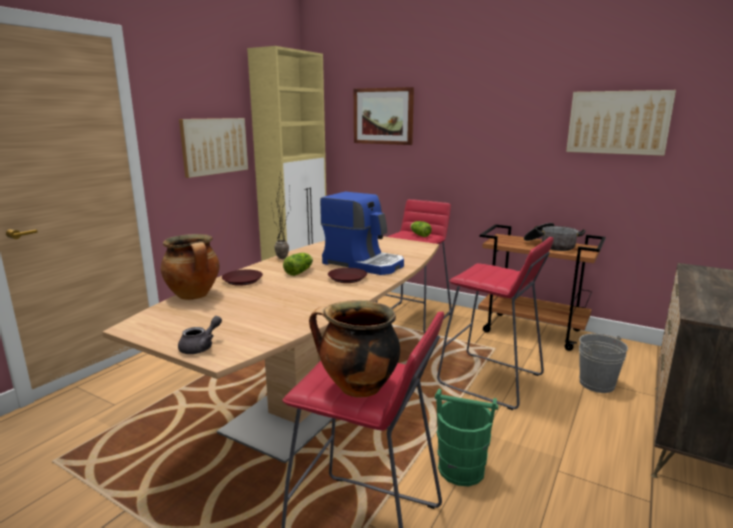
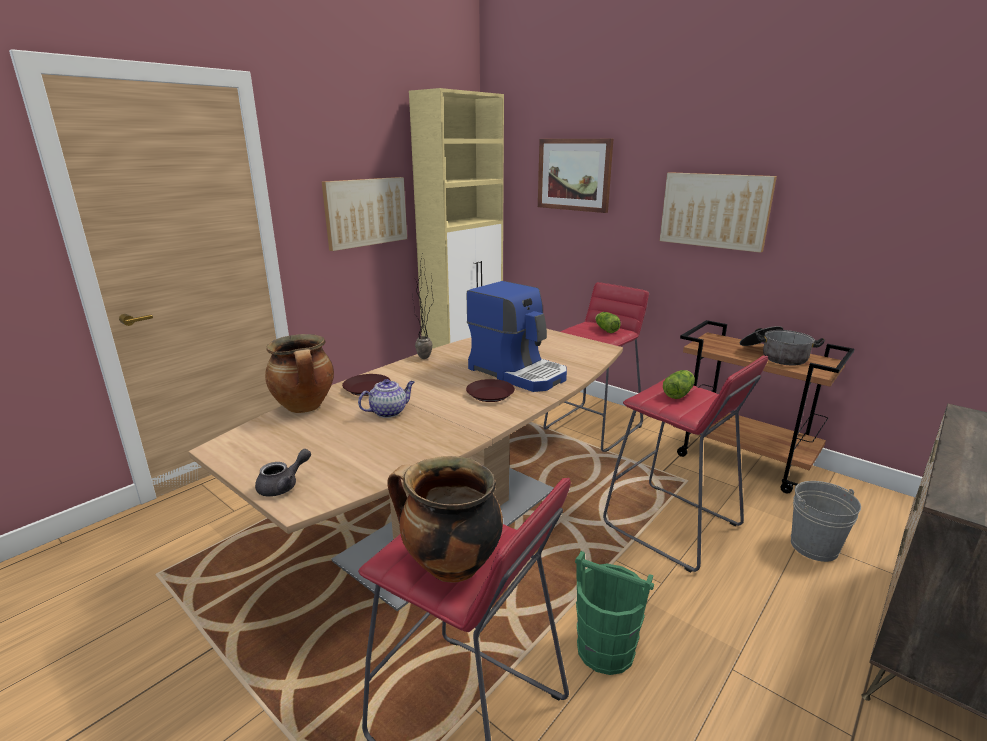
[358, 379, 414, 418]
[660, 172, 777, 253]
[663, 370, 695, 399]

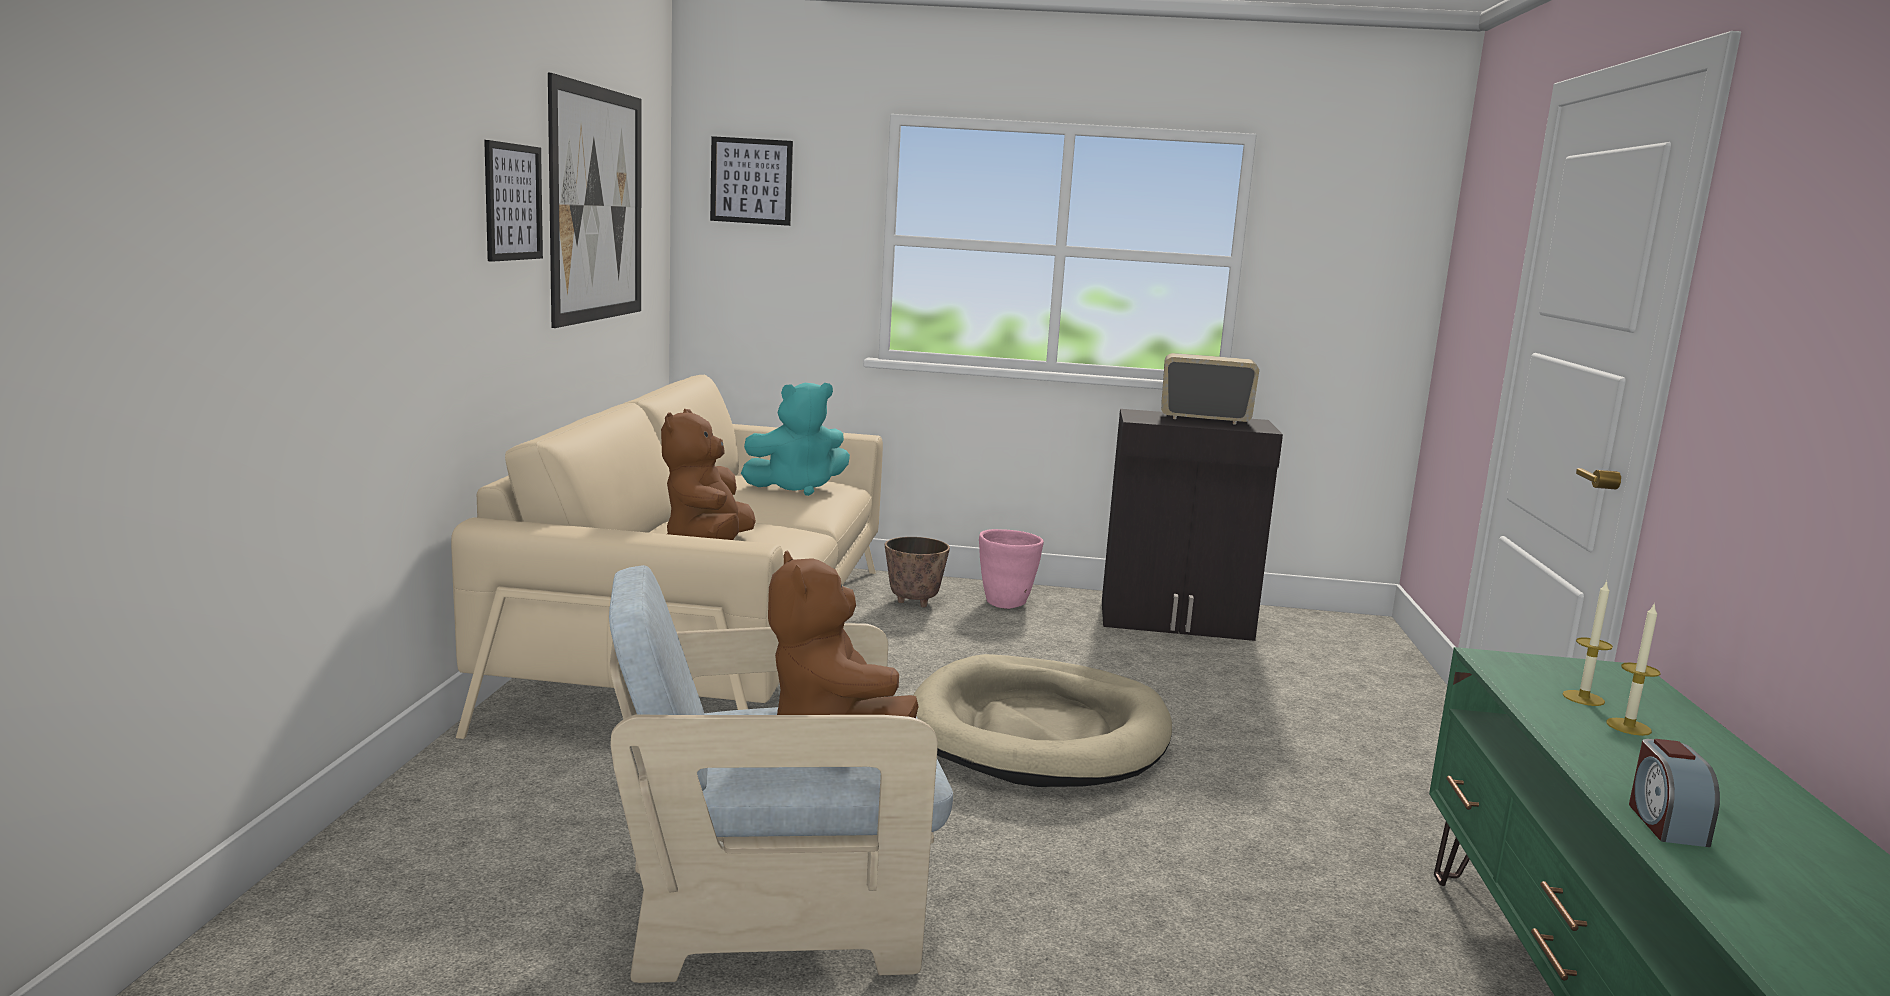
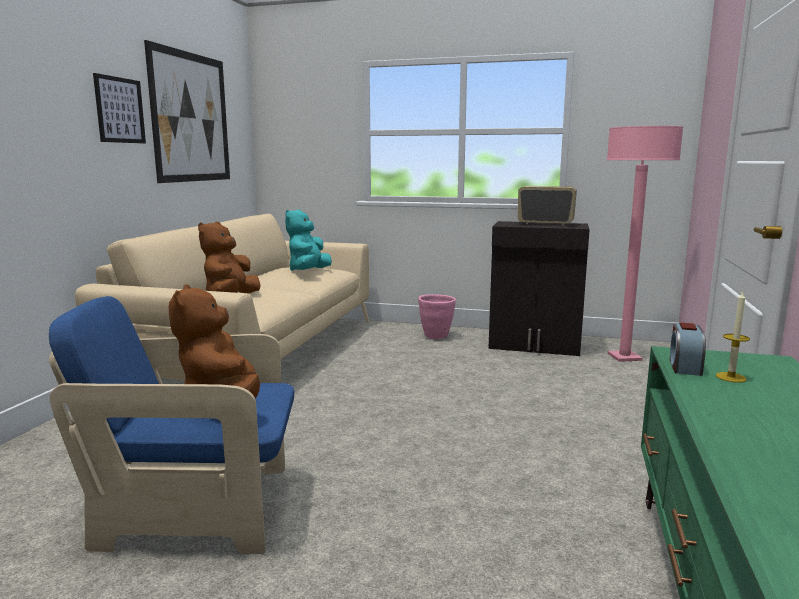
[49, 296, 294, 554]
[285, 209, 332, 271]
[607, 126, 683, 362]
[670, 323, 706, 376]
[710, 136, 793, 226] (first image)
[885, 537, 950, 607] (first image)
[913, 654, 1172, 787] (first image)
[1606, 602, 1660, 736] (first image)

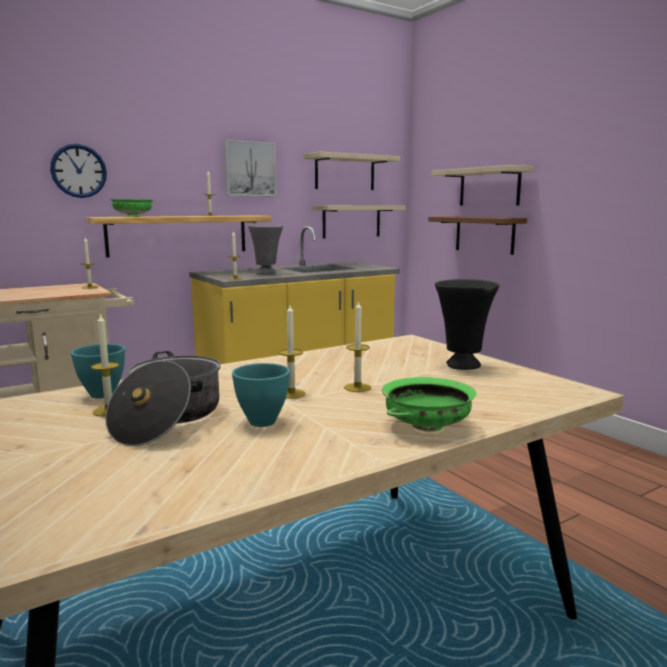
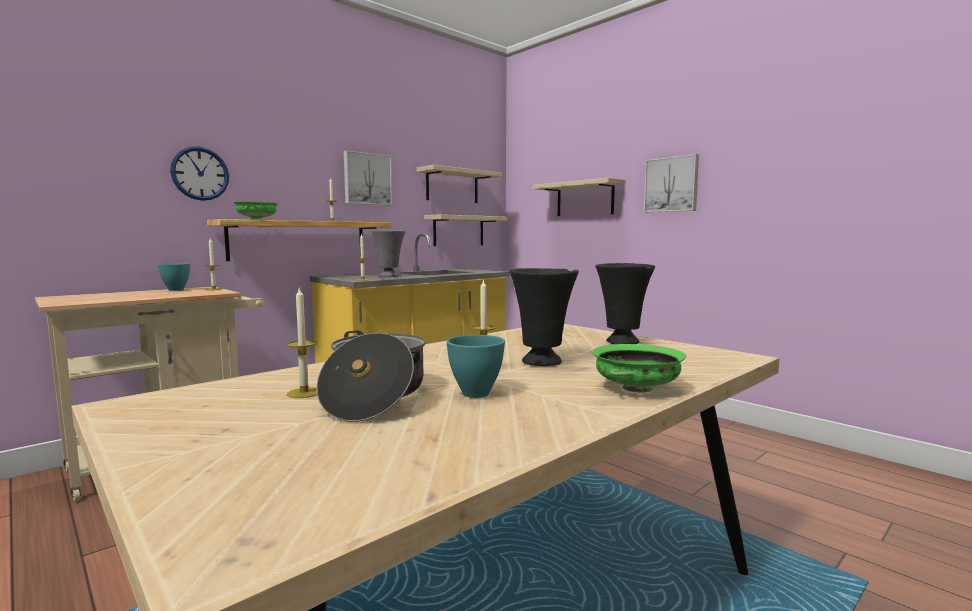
[158, 263, 190, 291]
[510, 268, 579, 366]
[644, 154, 699, 212]
[428, 216, 527, 255] (first image)

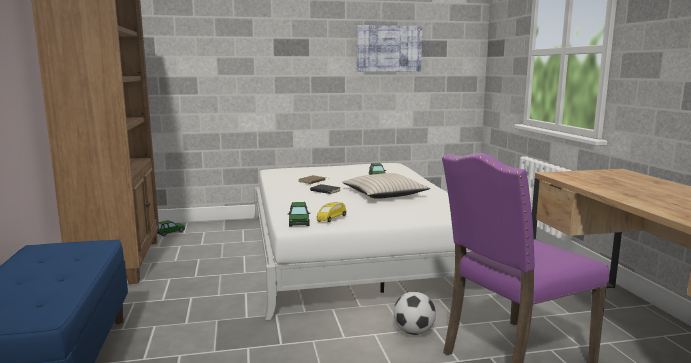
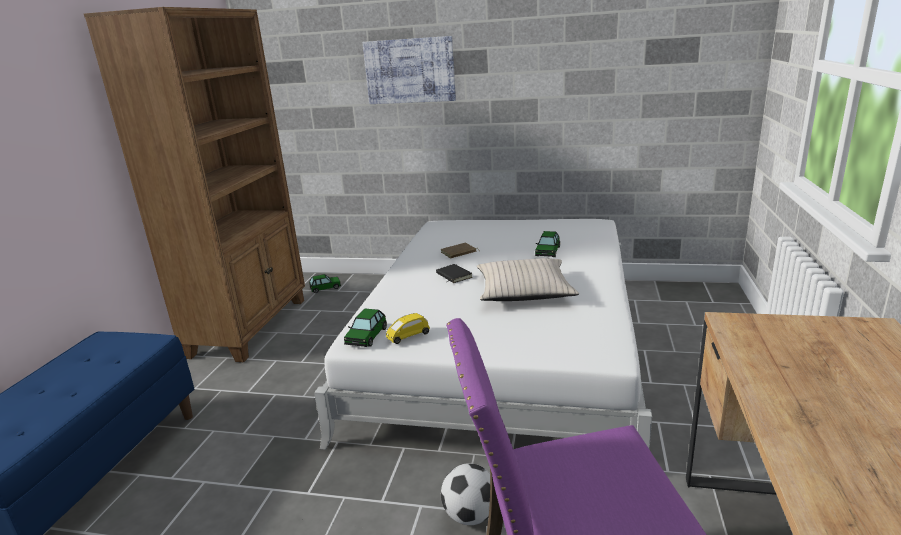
[363, 36, 456, 104]

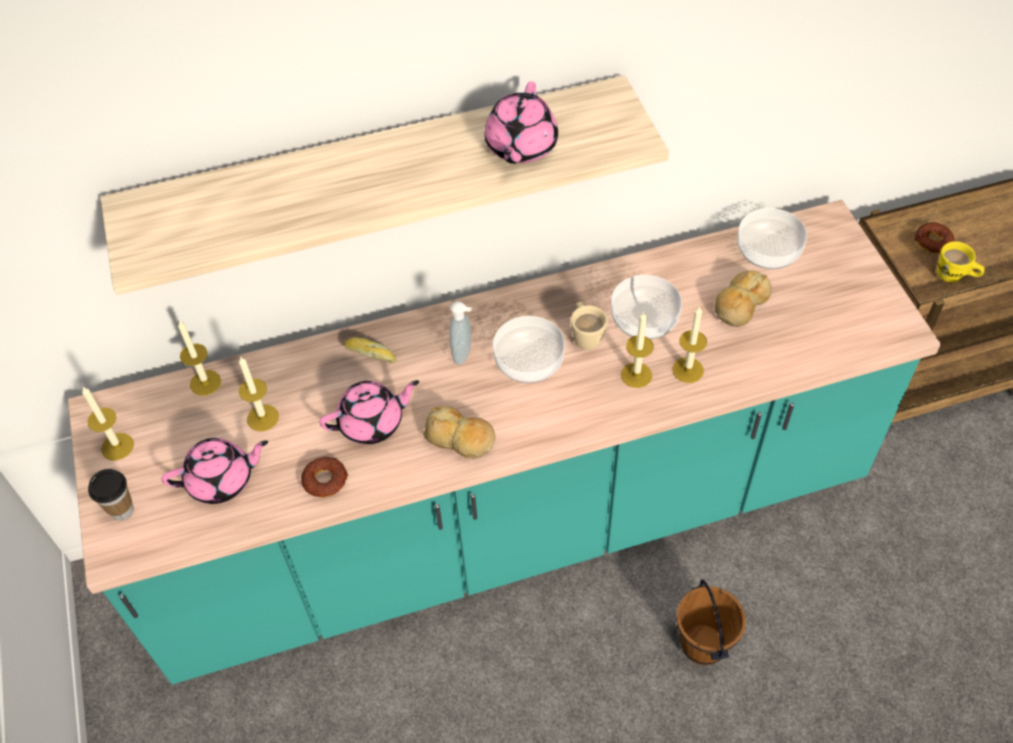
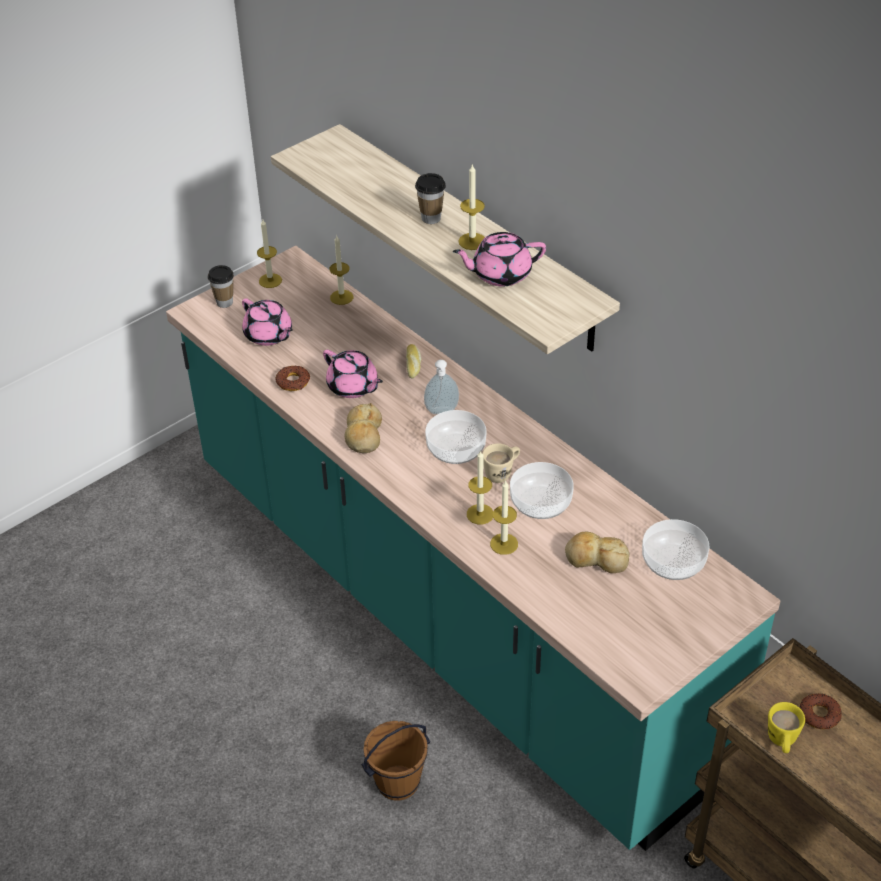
[415, 173, 446, 224]
[459, 164, 485, 250]

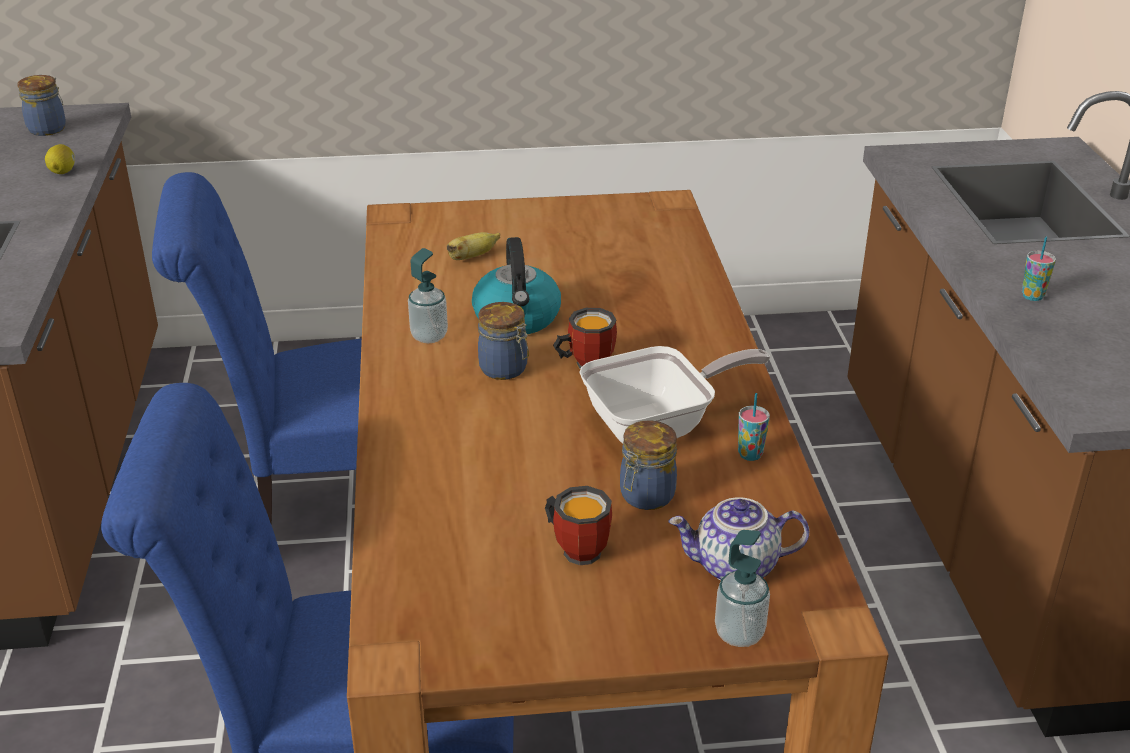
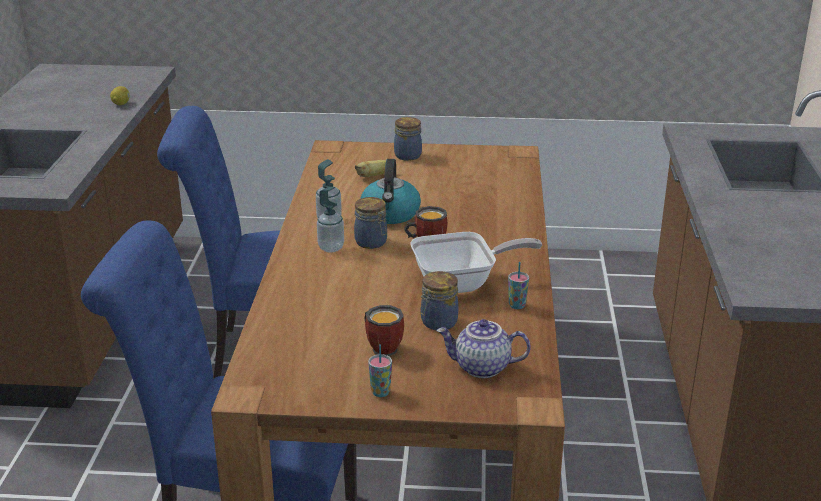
[317, 187, 344, 252]
[368, 344, 392, 397]
[394, 117, 422, 161]

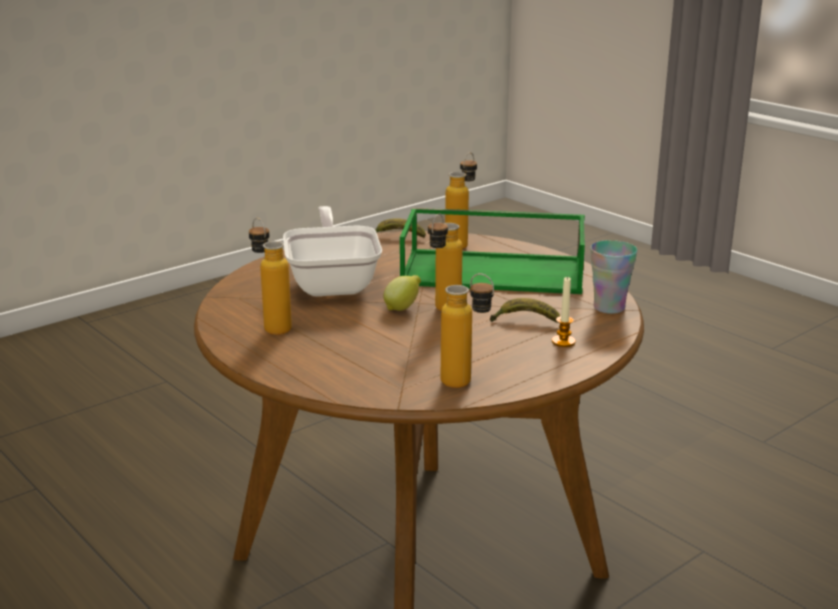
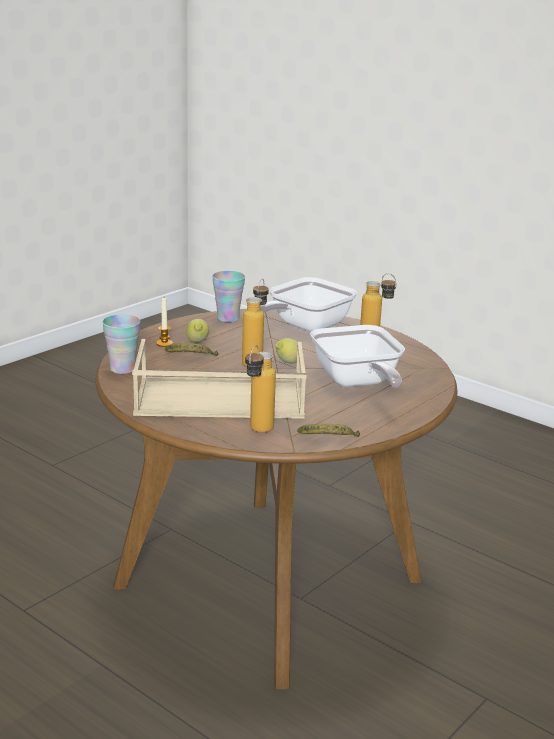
[132, 339, 307, 419]
[186, 319, 209, 342]
[212, 271, 245, 322]
[261, 277, 357, 332]

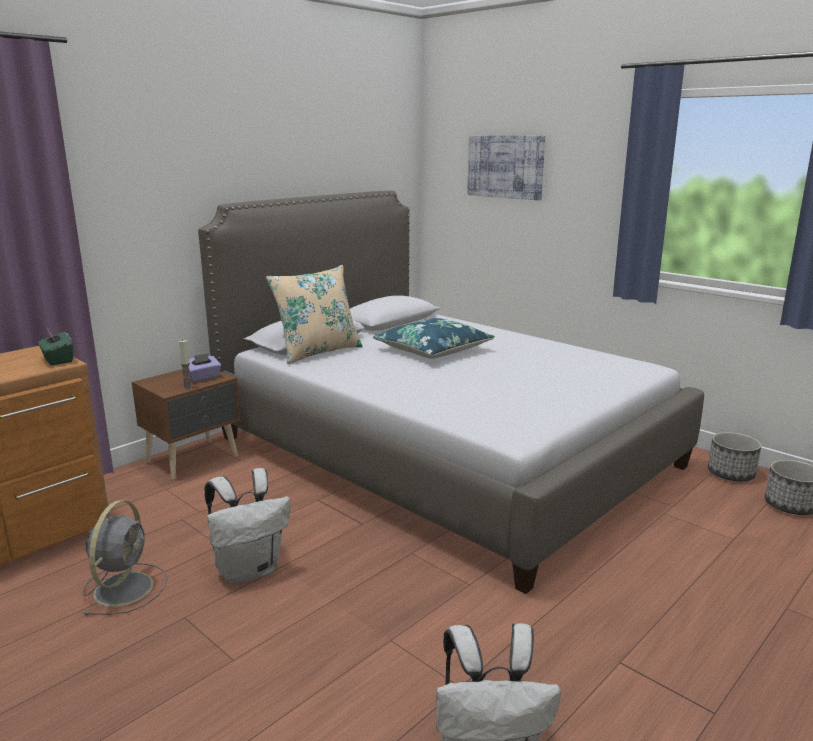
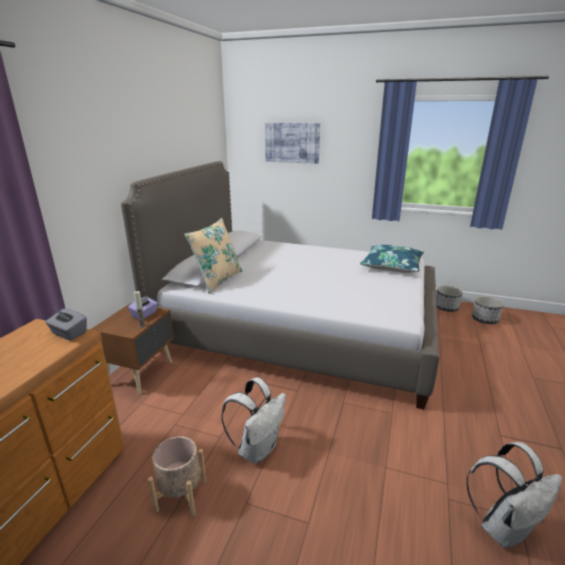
[45, 308, 87, 340]
[148, 436, 206, 517]
[360, 245, 424, 273]

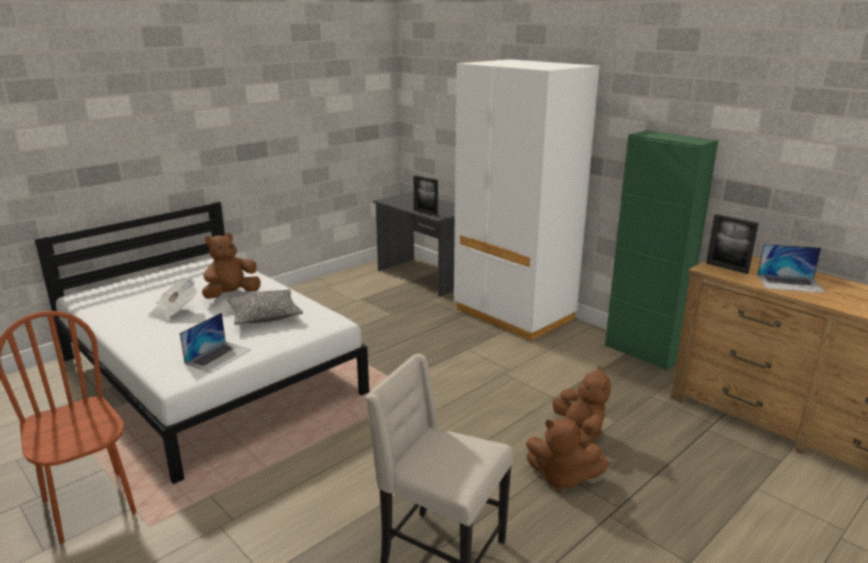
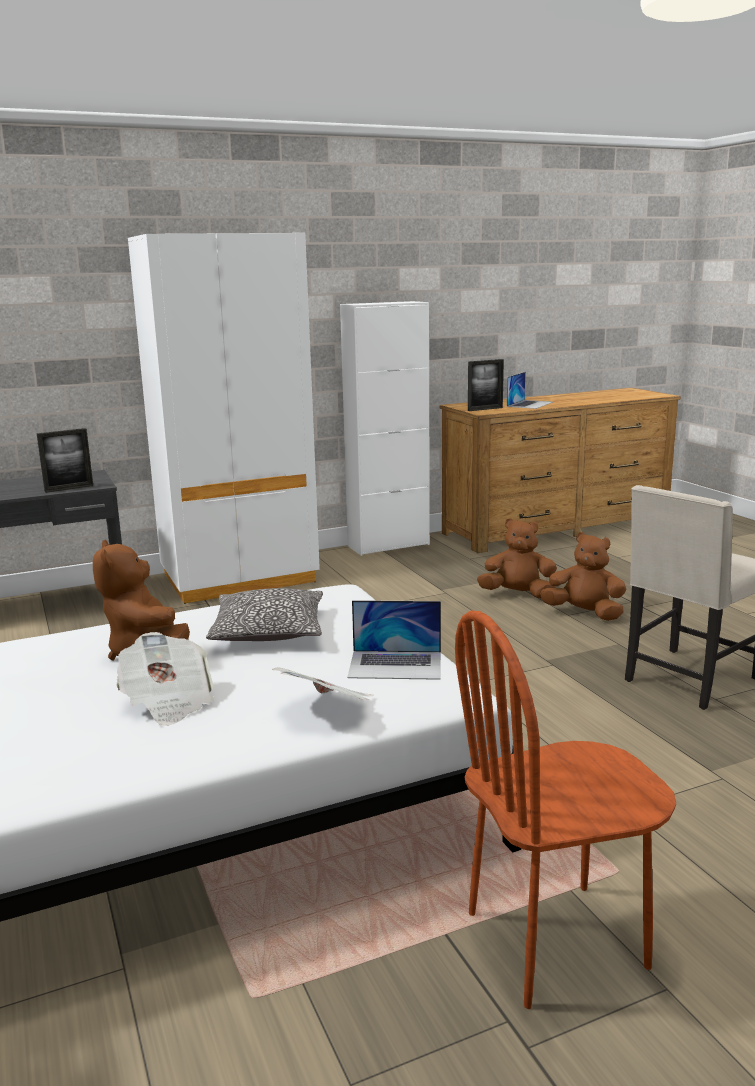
[272, 667, 374, 700]
[340, 301, 430, 556]
[347, 600, 441, 680]
[540, 532, 626, 621]

